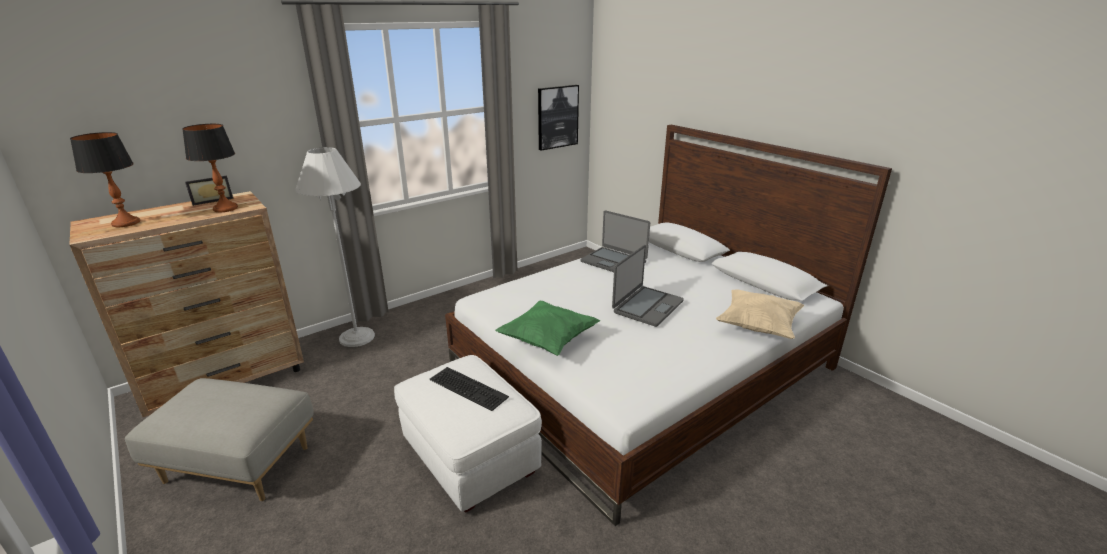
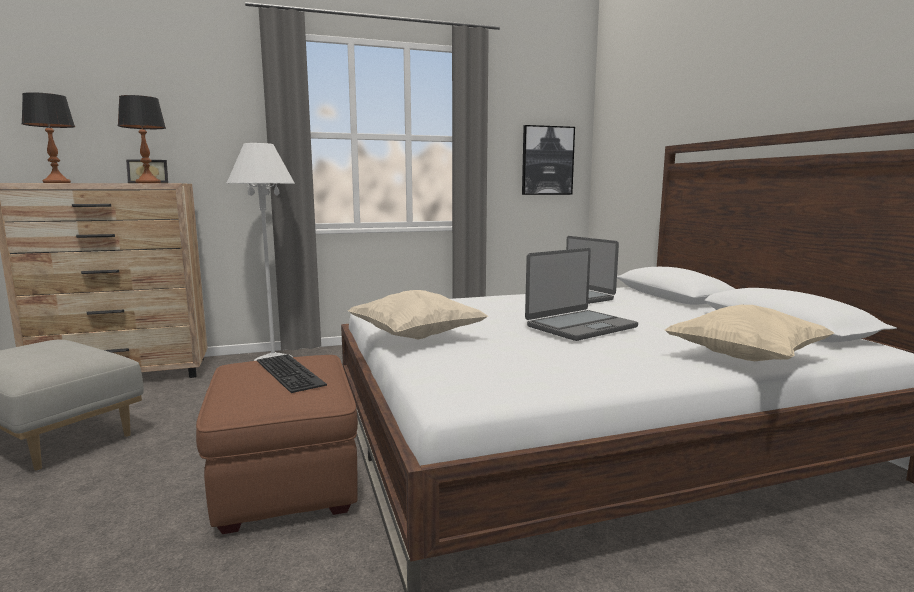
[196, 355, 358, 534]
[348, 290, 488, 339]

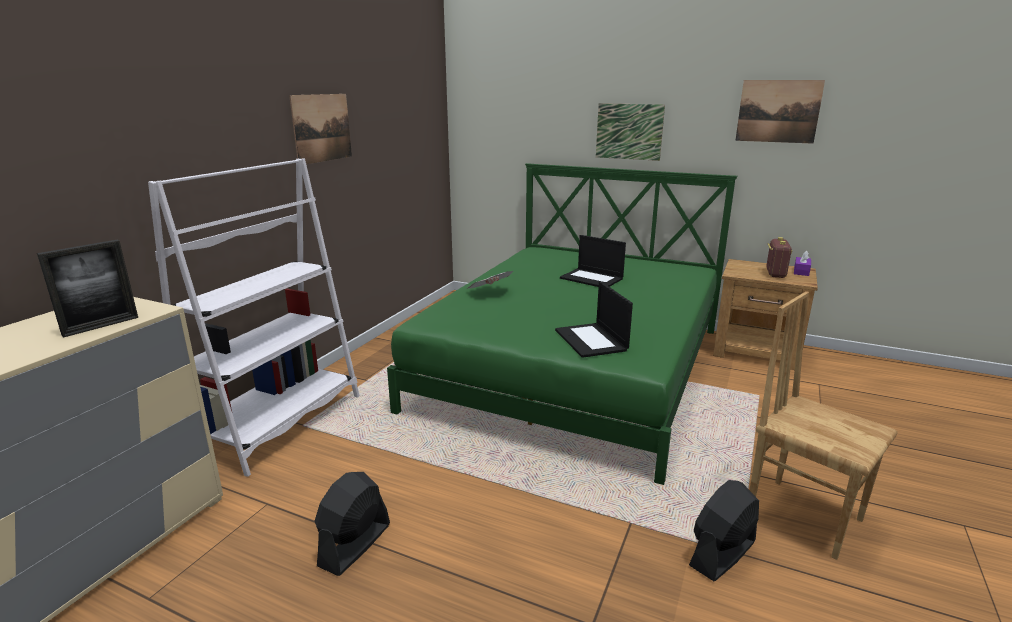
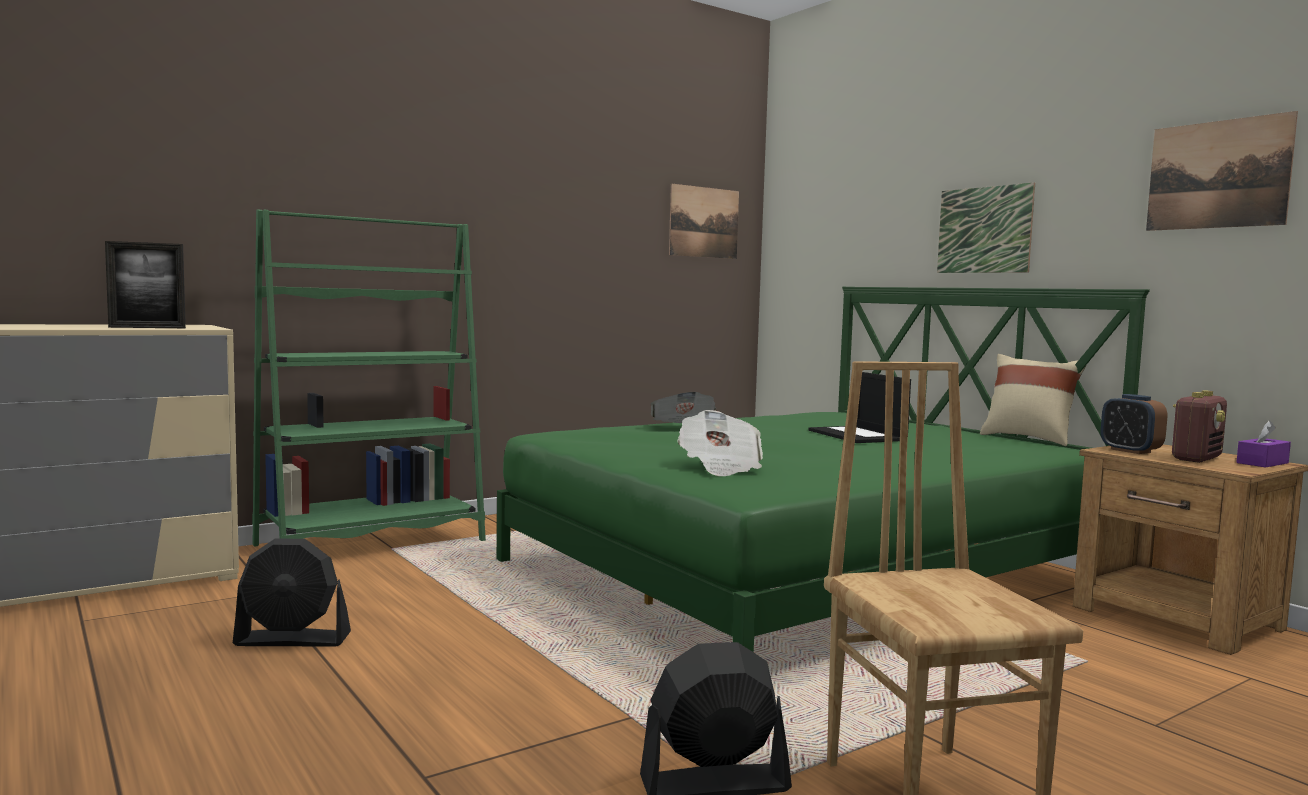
[233, 538, 351, 647]
[252, 209, 486, 547]
[669, 184, 739, 259]
[677, 410, 763, 476]
[980, 354, 1086, 446]
[1101, 394, 1167, 454]

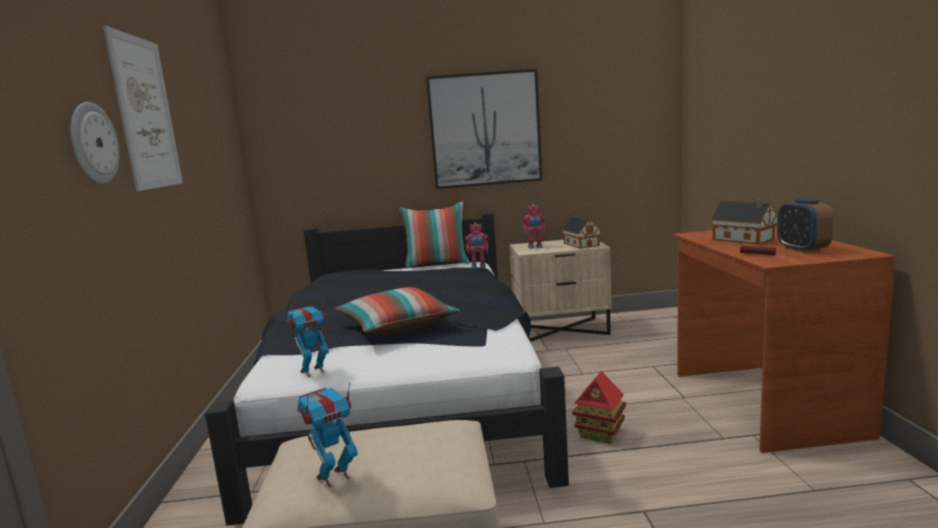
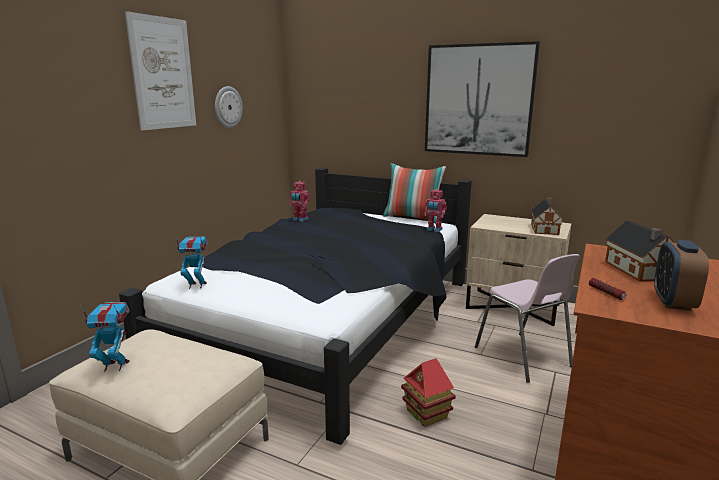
[215, 86, 243, 128]
[289, 181, 310, 222]
[475, 254, 580, 383]
[335, 287, 459, 336] (first image)

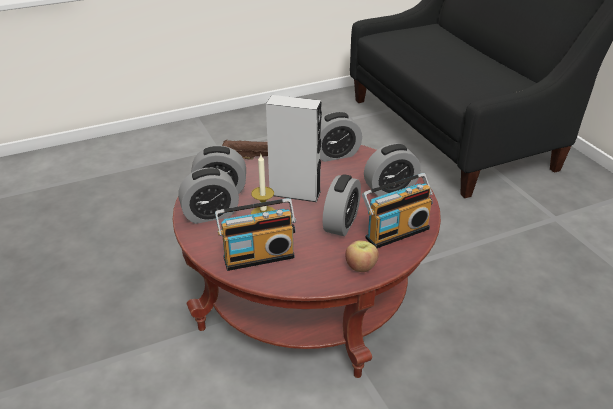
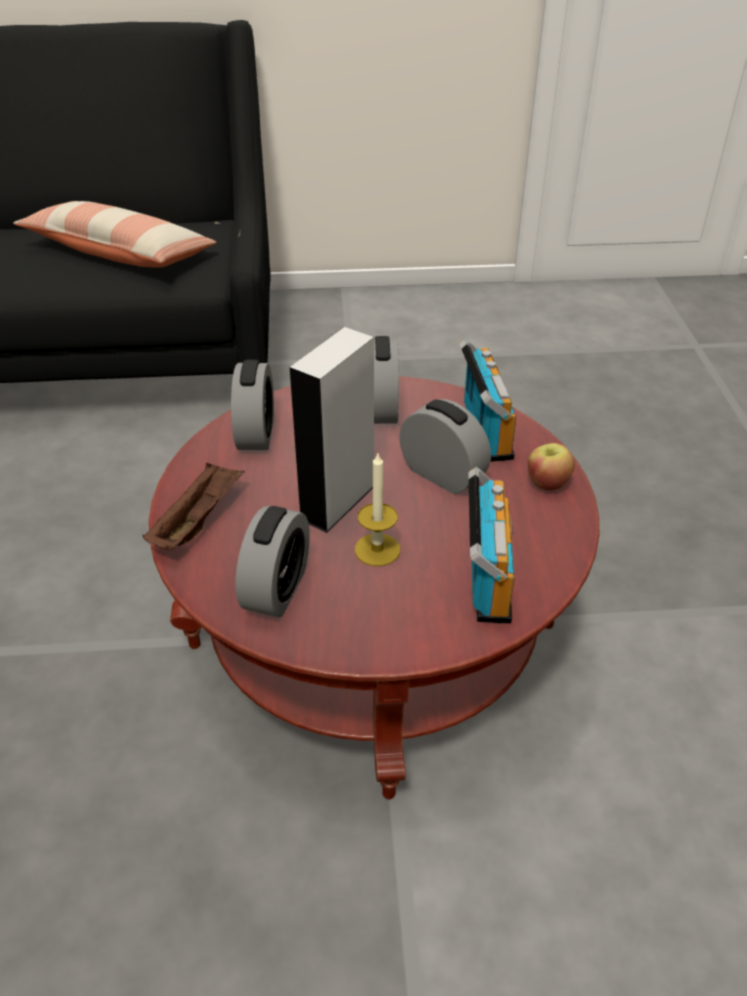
[13, 201, 217, 268]
[178, 167, 239, 224] (first image)

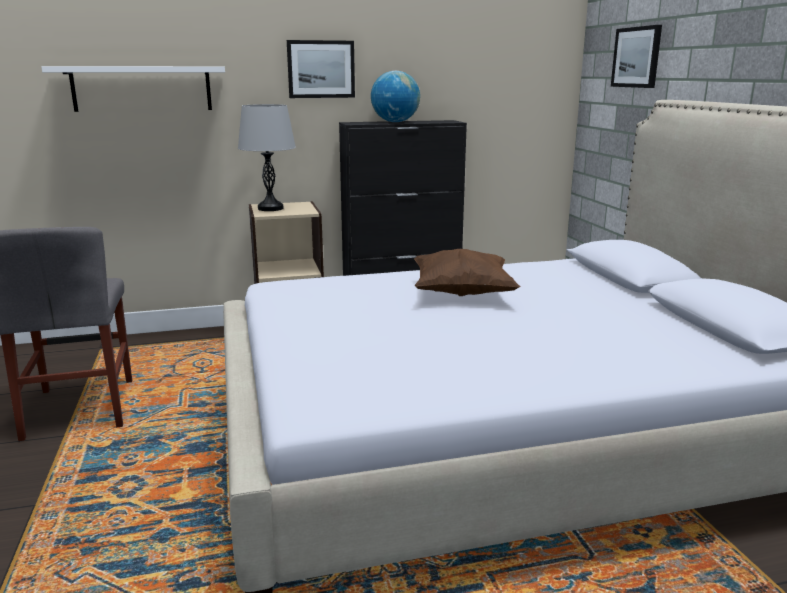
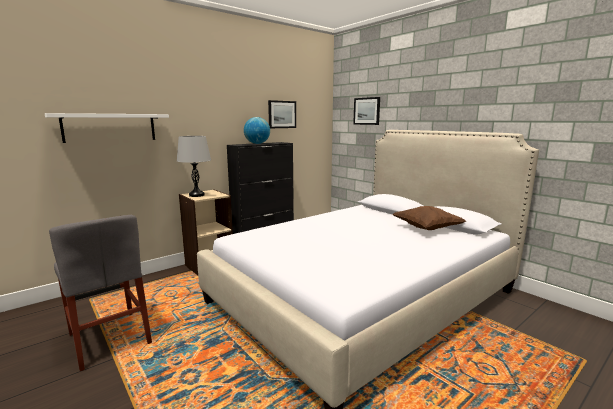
[268, 100, 296, 128]
[393, 206, 466, 230]

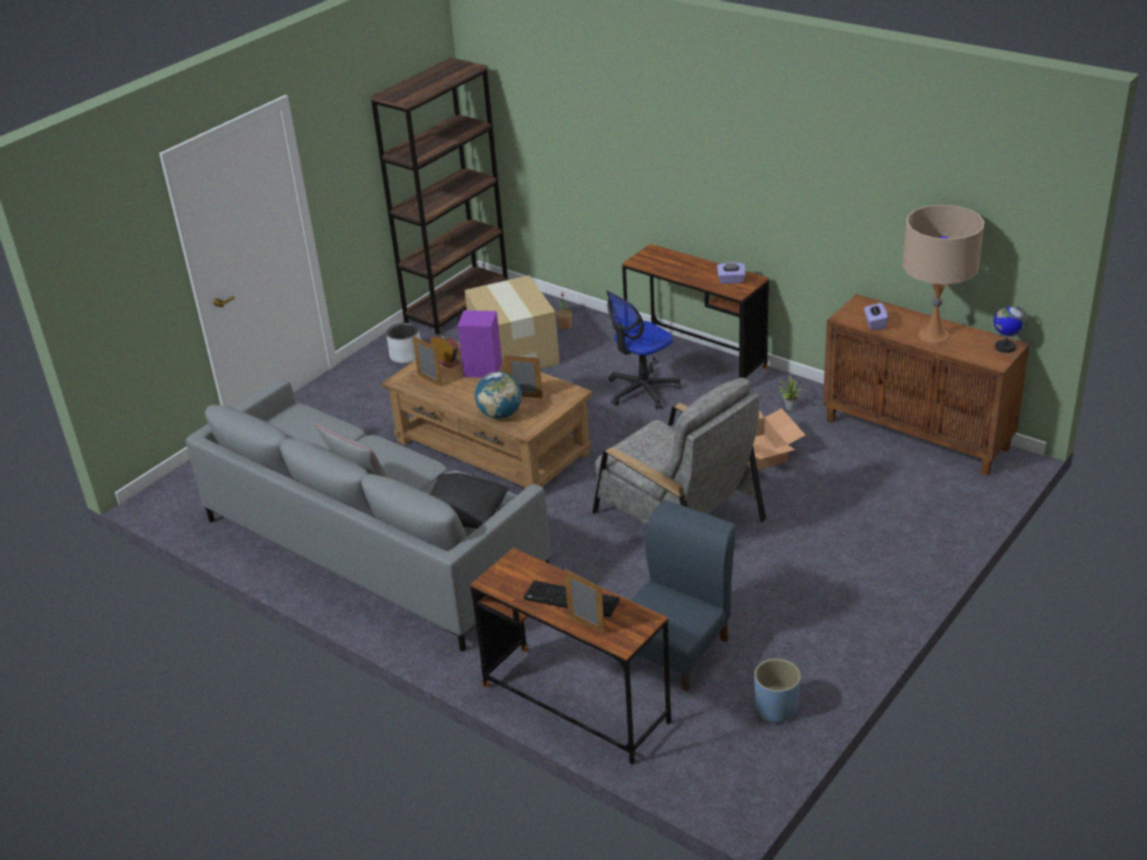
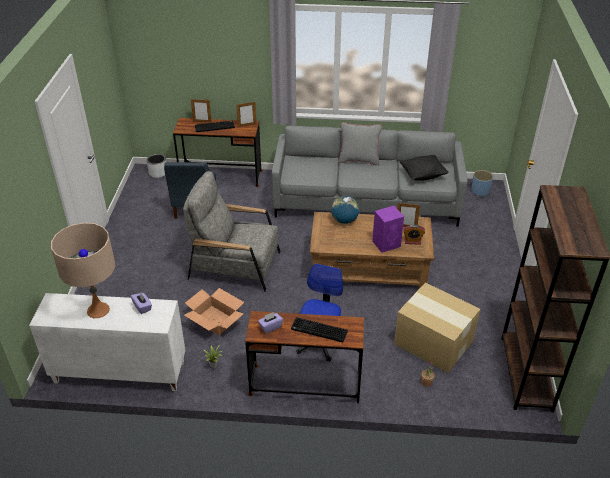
[29, 293, 186, 391]
[147, 154, 167, 178]
[236, 102, 256, 127]
[291, 317, 348, 342]
[400, 155, 449, 180]
[472, 170, 493, 197]
[994, 306, 1028, 353] (first image)

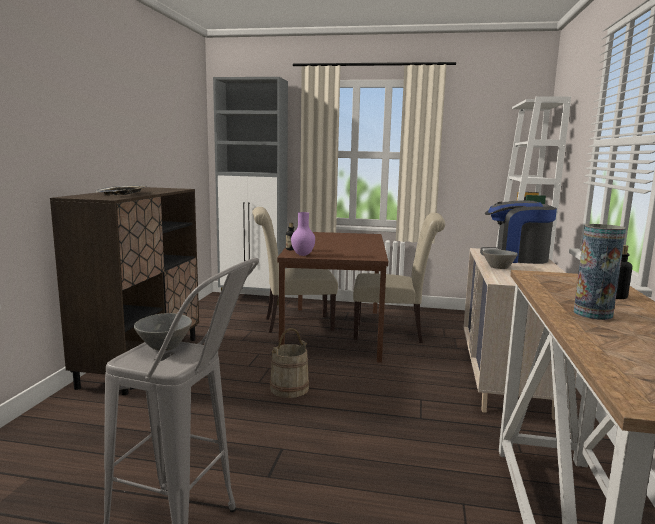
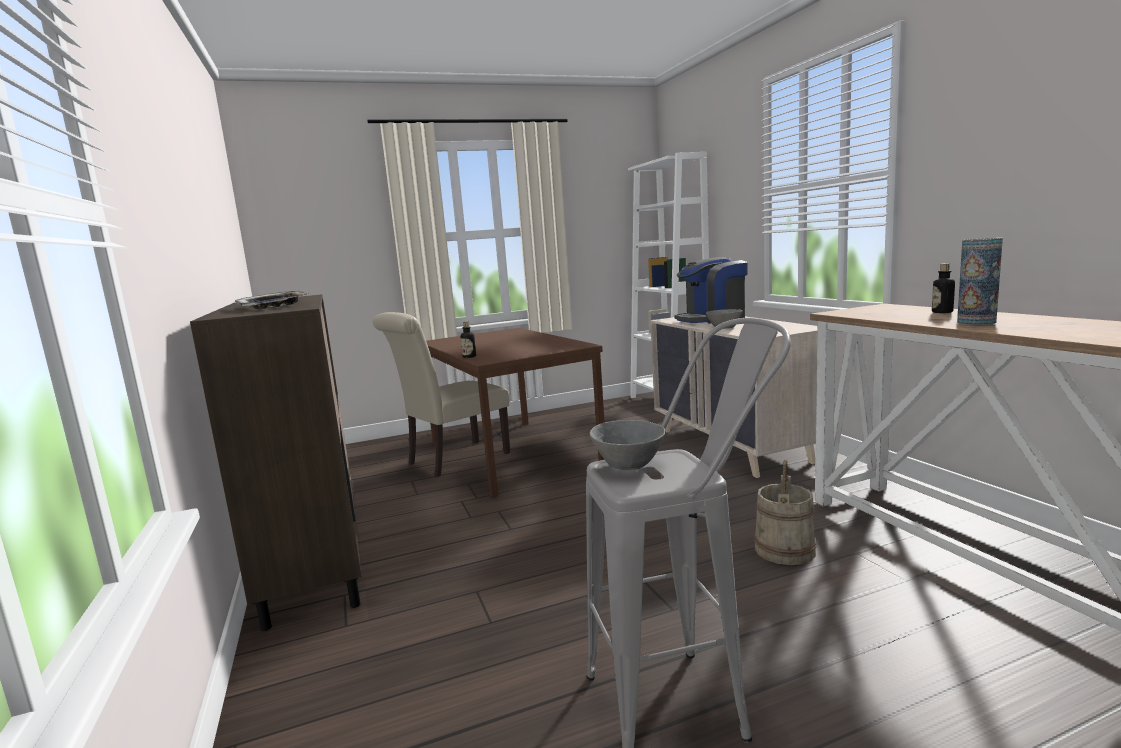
[754, 460, 816, 565]
[213, 77, 288, 305] (first image)
[291, 212, 315, 256] (first image)
[353, 213, 445, 343] (first image)

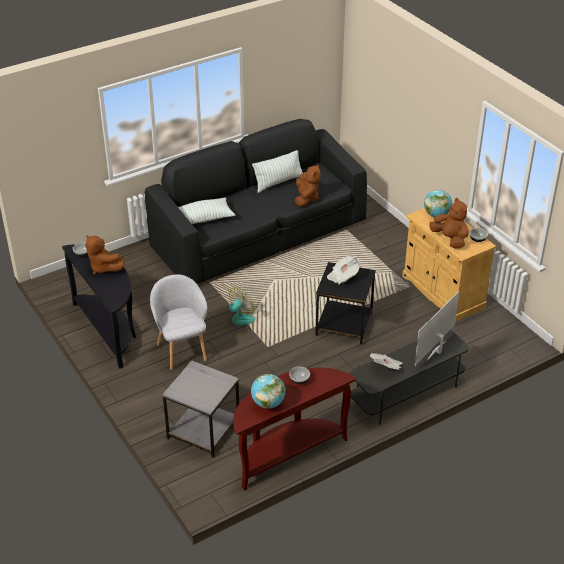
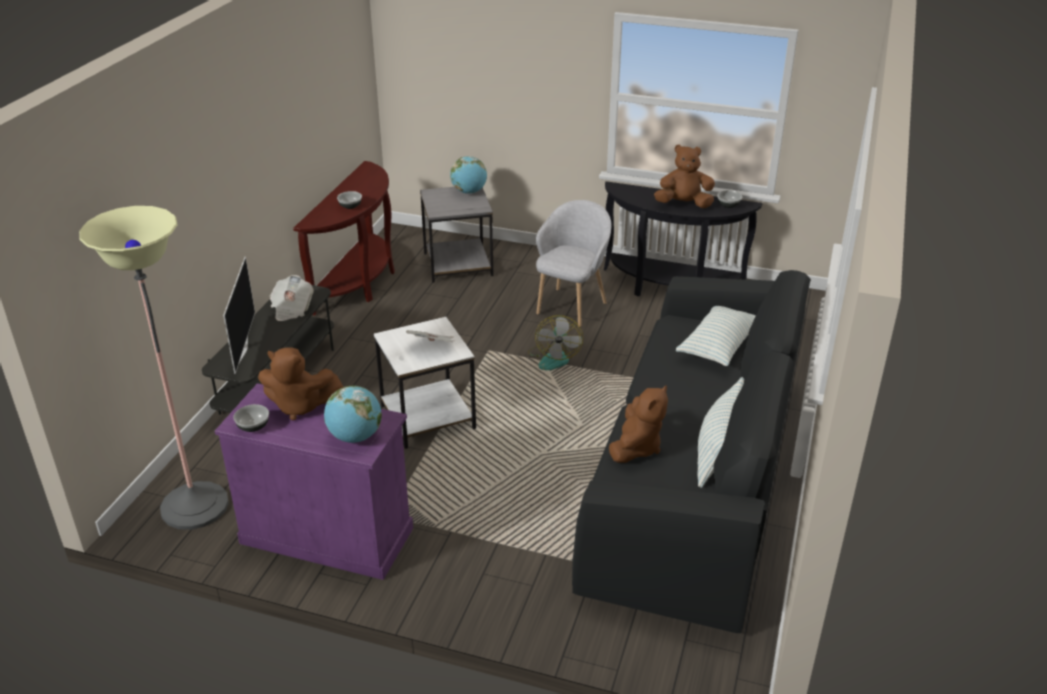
[79, 206, 229, 530]
[215, 383, 413, 580]
[374, 317, 476, 449]
[450, 156, 487, 194]
[536, 200, 612, 327]
[609, 385, 668, 463]

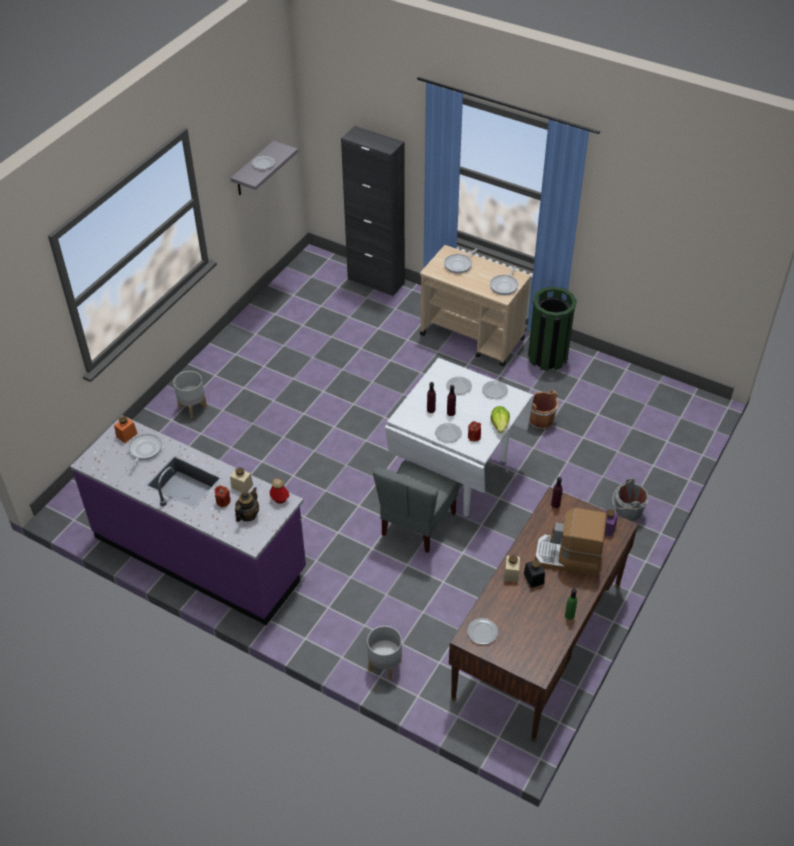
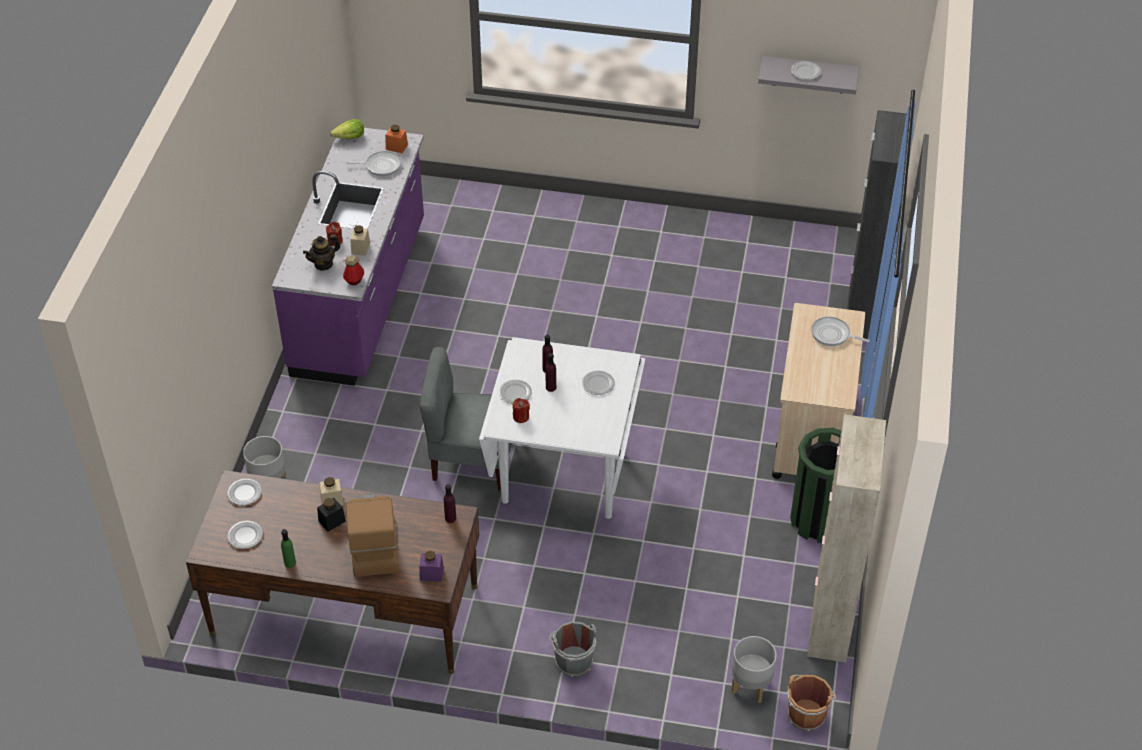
[227, 521, 263, 549]
[303, 234, 340, 271]
[330, 119, 364, 139]
[731, 636, 777, 703]
[787, 675, 836, 731]
[807, 414, 886, 662]
[490, 266, 518, 295] (first image)

